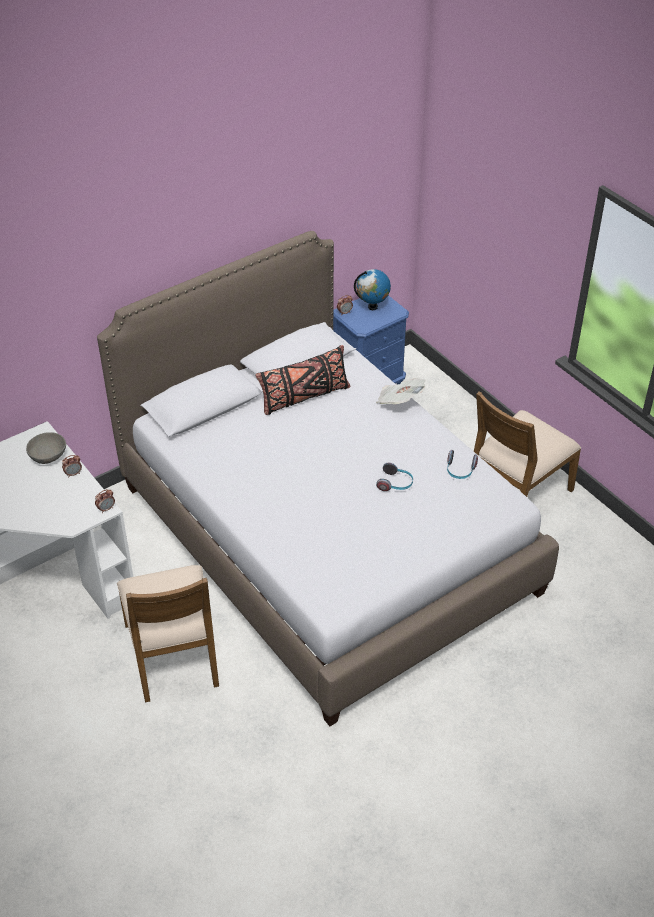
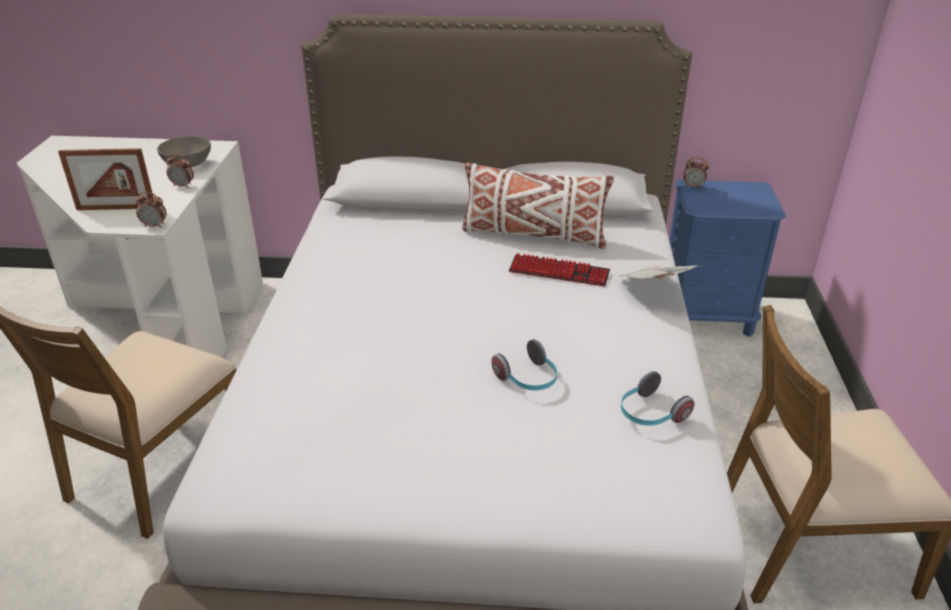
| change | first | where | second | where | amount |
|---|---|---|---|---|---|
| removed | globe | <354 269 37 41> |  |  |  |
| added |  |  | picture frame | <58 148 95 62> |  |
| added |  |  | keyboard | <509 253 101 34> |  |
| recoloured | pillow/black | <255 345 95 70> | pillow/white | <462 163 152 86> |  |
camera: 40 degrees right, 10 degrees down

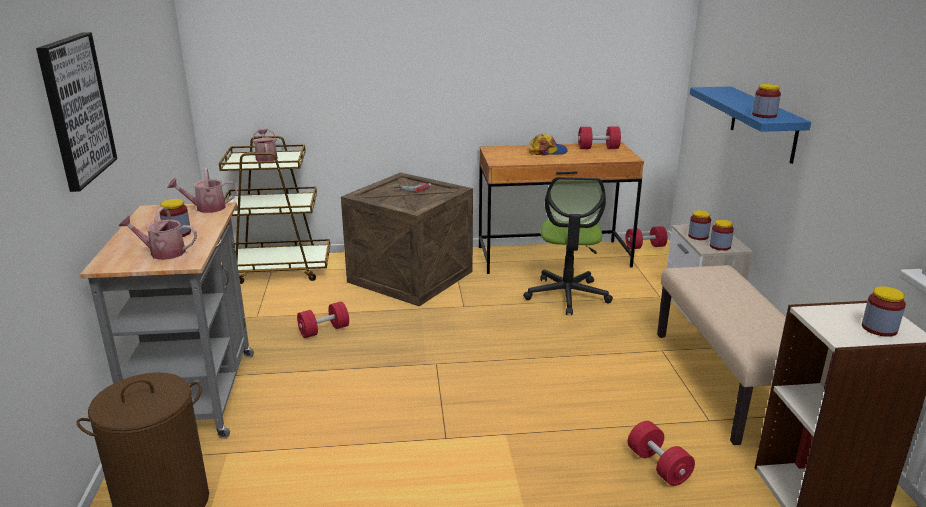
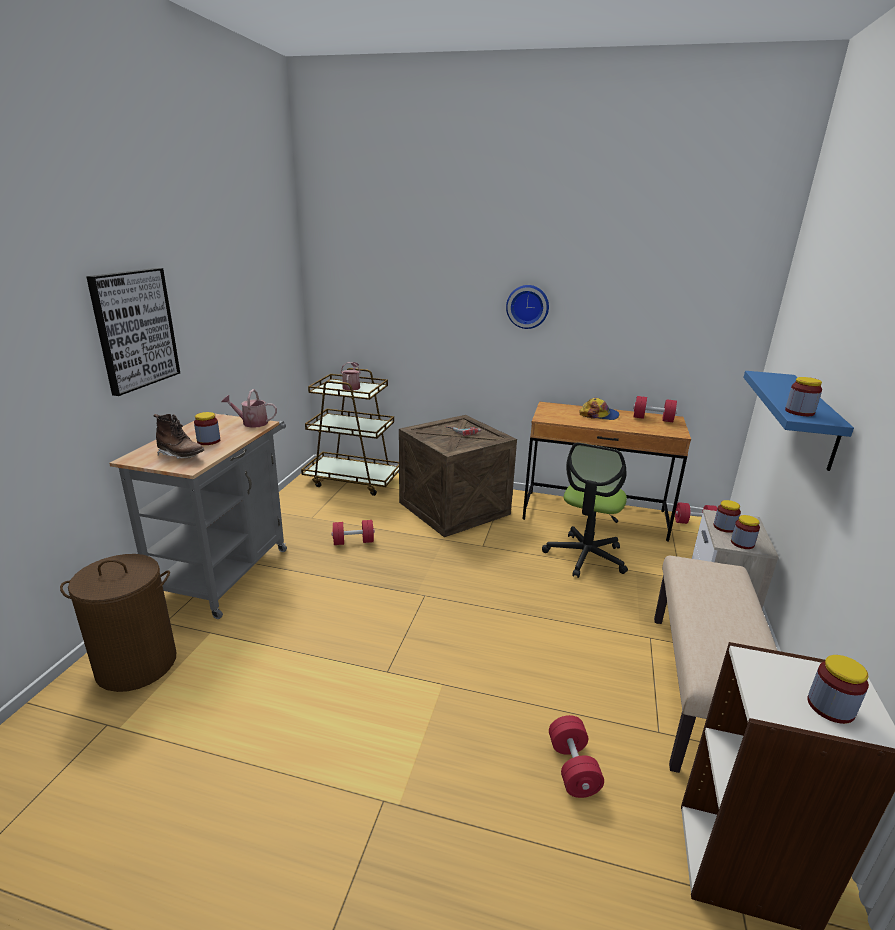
| change | first | where | second | where | amount |
|---|---|---|---|---|---|
| added |  |  | wall clock | <506 285 43 44> |  |
| replaced | watering can | <119 207 78 53> | boot/brown | <154 414 50 45> |  |
camera: 20 degrees right, 0 degrees up

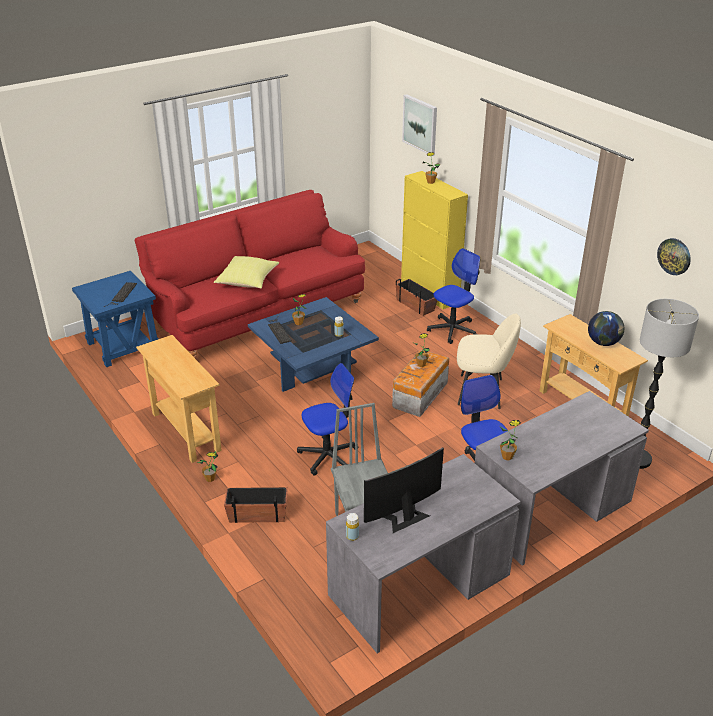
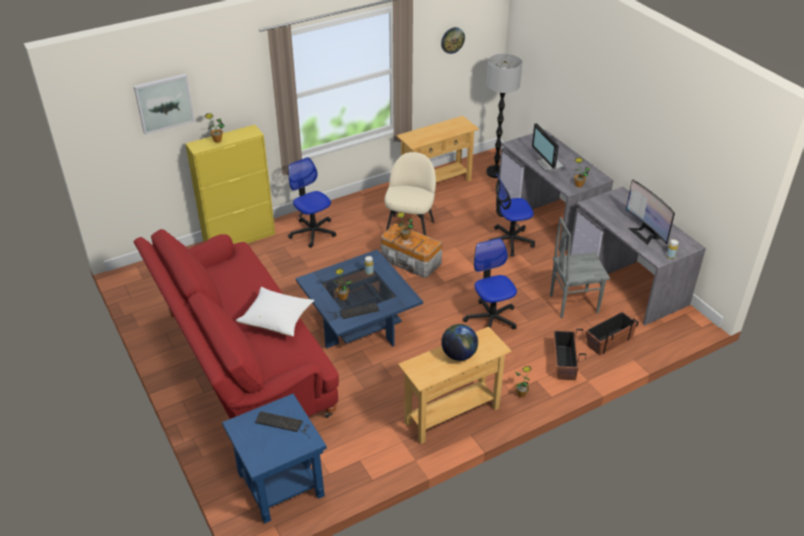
| change | first | where | second | where | amount |
|---|---|---|---|---|---|
| added |  |  | monitor | <532 123 32 49> |  |
| moved | planter | <396 279 42 37> |  | <586 312 52 44> |  |
| moved | globe | <588 311 36 35> |  | <441 324 37 37> |  |
| recoloured | pillow/yellow | <214 256 65 32> | pillow/white | <236 287 78 49> |  |
camera: 85 degrees left, 5 degrees up

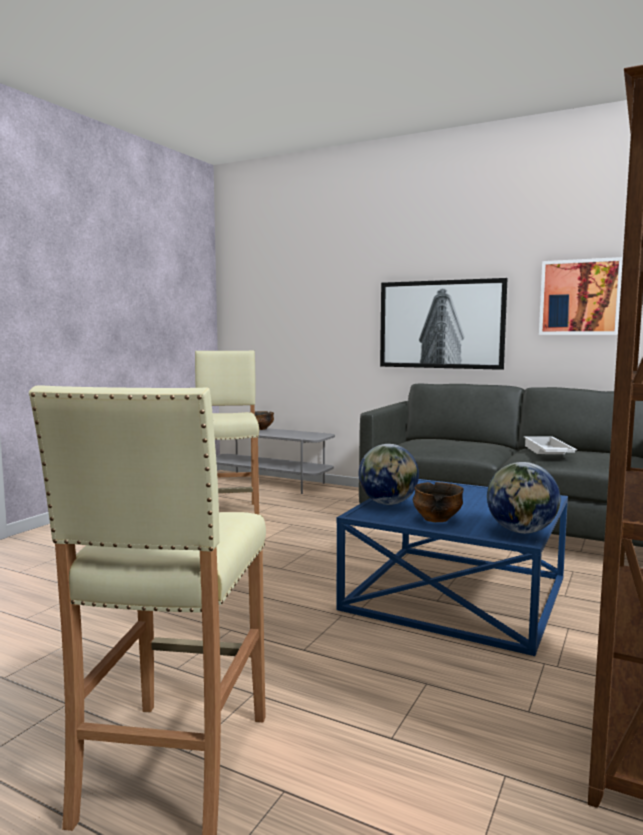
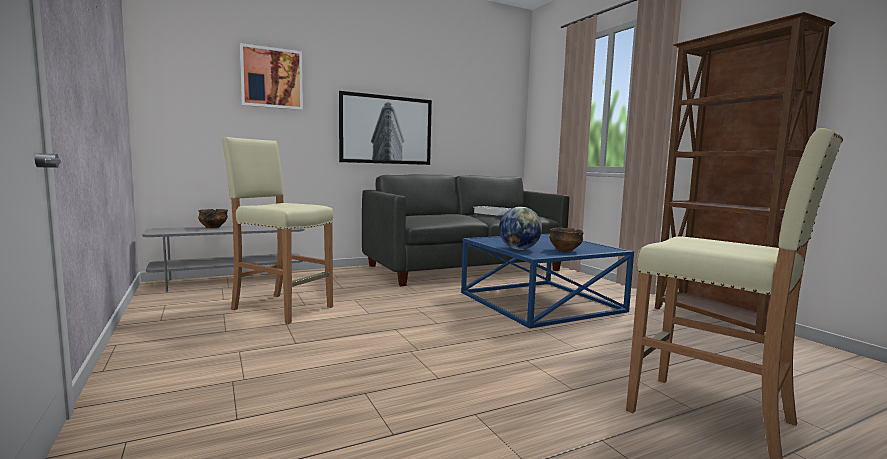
| change | first | where | second | where | amount |
|---|---|---|---|---|---|
| removed | globe | <487 462 73 71> |  |  |  |
| moved | picture | <539 257 84 78> |  | <240 43 63 67> |  |
camera: 55 degrees left, 0 degrees up

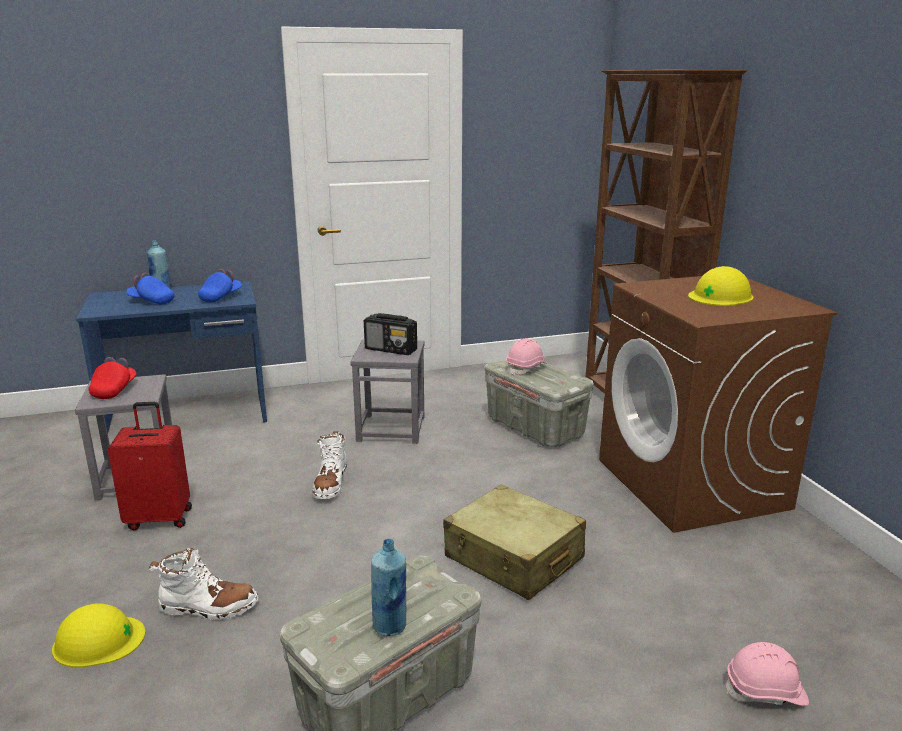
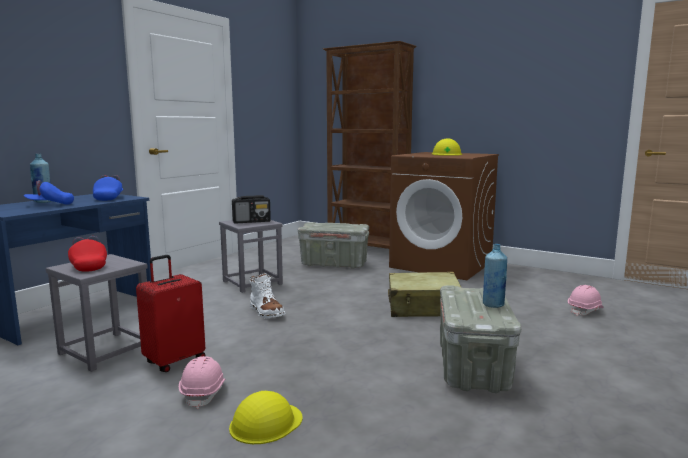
| change | first | where | second | where | amount |
|---|---|---|---|---|---|
| removed | boot/white | <149 548 110 72> |  |  |  |
| moved | hard hat/pink | <506 338 41 38> |  | <179 356 47 53> |  |
camera: 40 degrees left, 10 degrees down

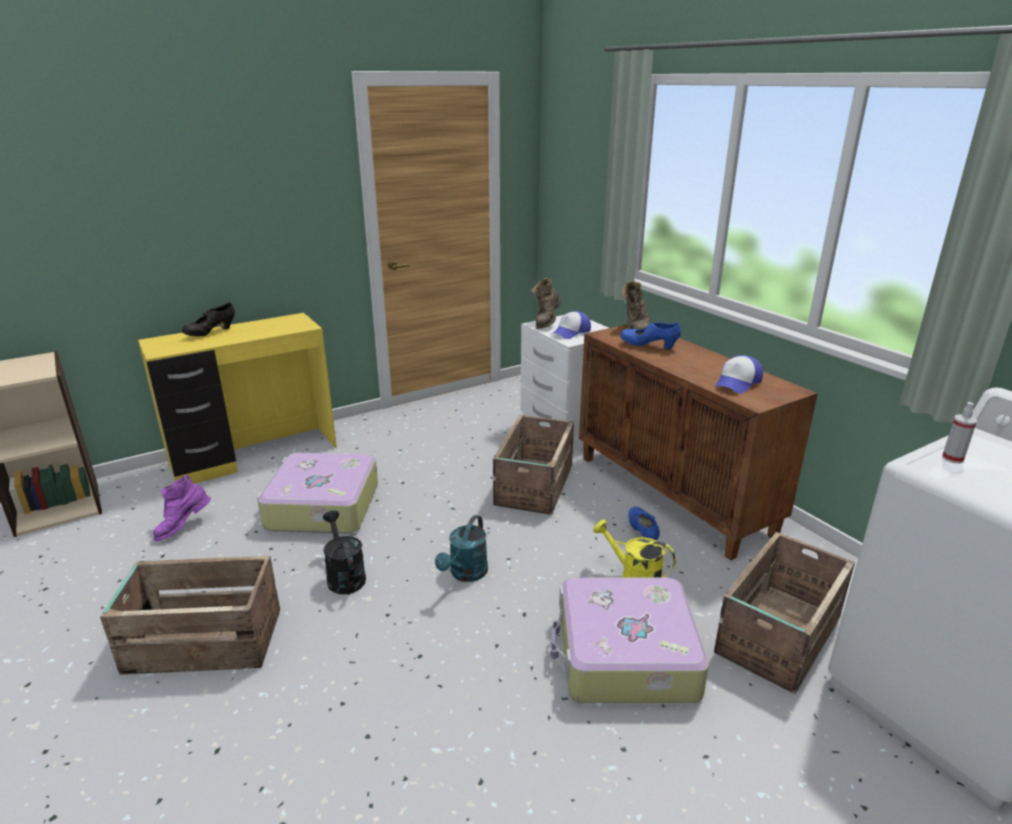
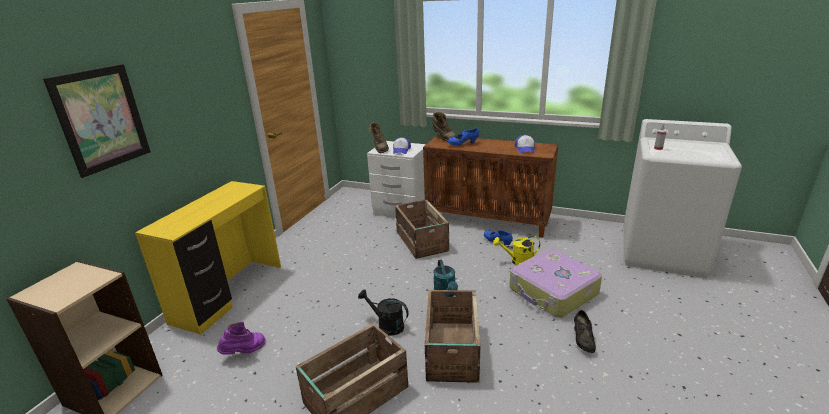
| change | first | where | second | where | amount |
|---|---|---|---|---|---|
| removed | suitcase | <257 453 121 80> |  |  |  |
| added |  |  | picture | <43 64 108 114> |  |
| moved | shoe/black | <182 303 53 33> |  | <574 310 22 43> |  |
| moved | crate | <714 532 141 162> |  | <425 290 55 93> |  |
| turned | boot/purple | <153 475 58 66> |  | <217 322 49 33> | 135 degrees counterclockwise |
camera: 35 degrees left, 0 degrees up

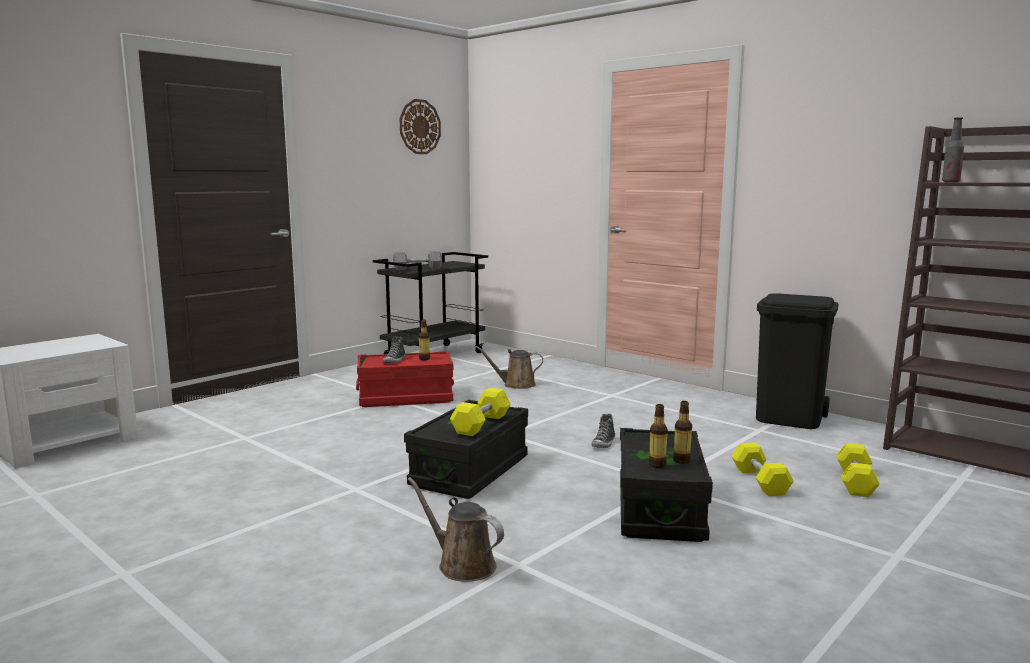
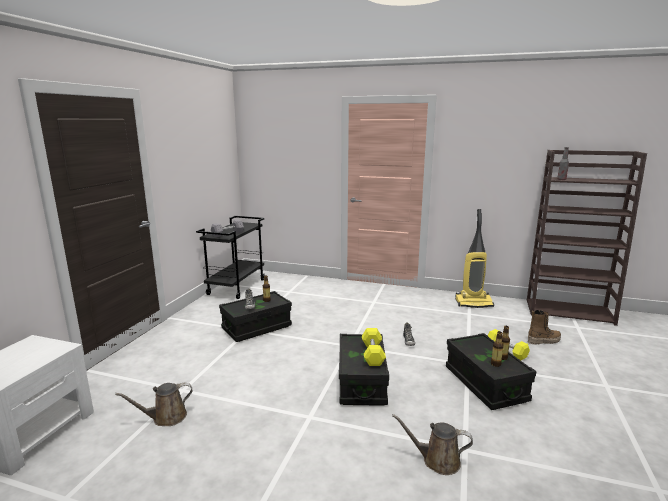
| change | first | where | second | where | amount |
|---|---|---|---|---|---|
| removed | wall clock | <399 99 42 55> |  |  |  |
| moved | watering can/brown | <475 346 68 43> |  | <115 383 78 43> |  |
| replaced | trash can/black | <756 293 83 136> | vacuum cleaner | <455 209 39 99> |  |
| replaced | dumbbell/yellow | <836 443 44 54> | boot | <528 310 33 35> |  |
| recoloured | storage box/red | <356 351 98 56> | storage box/black | <219 291 73 51> |  |
camera: 25 degrees left, 5 degrees up

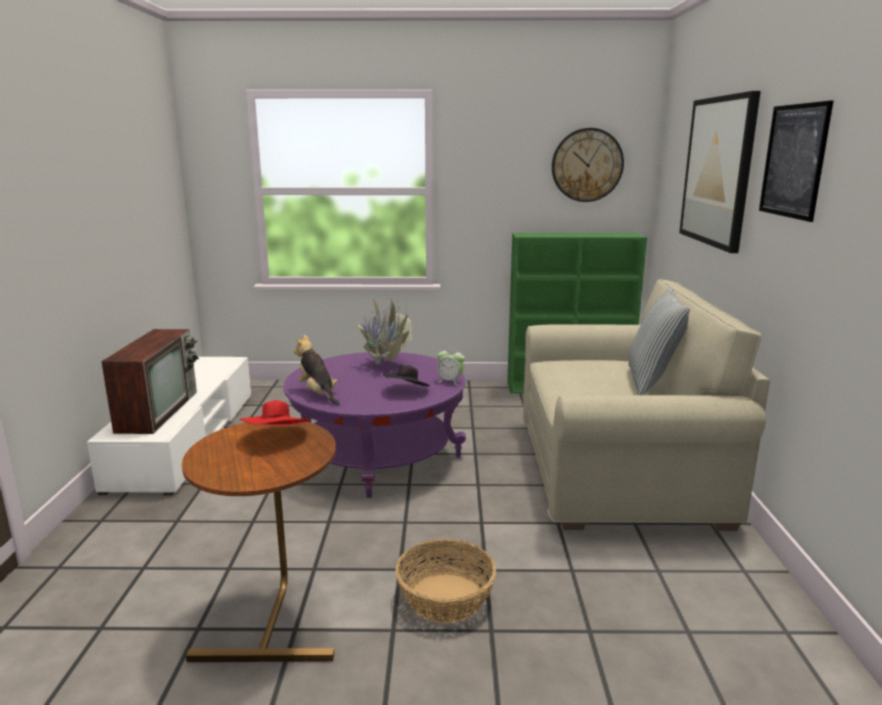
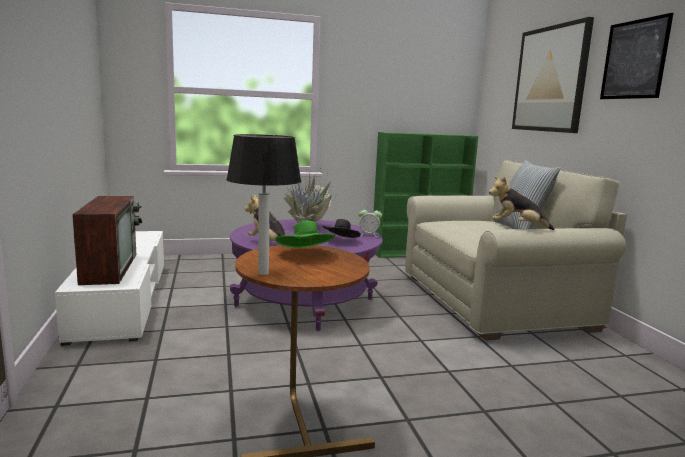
| change | first | where | second | where | amount |
|---|---|---|---|---|---|
| removed | basket | <395 539 101 84> |  |  |  |
| removed | wall clock | <552 128 72 74> |  |  |  |
| added |  |  | table lamp | <226 134 75 141> |  |
| added |  |  | plush toy | <489 176 66 54> |  |
| recoloured | hat/red | <240 400 69 25> | hat/green | <275 221 60 27> |  |
camera: 15 degrees left, 5 degrees down

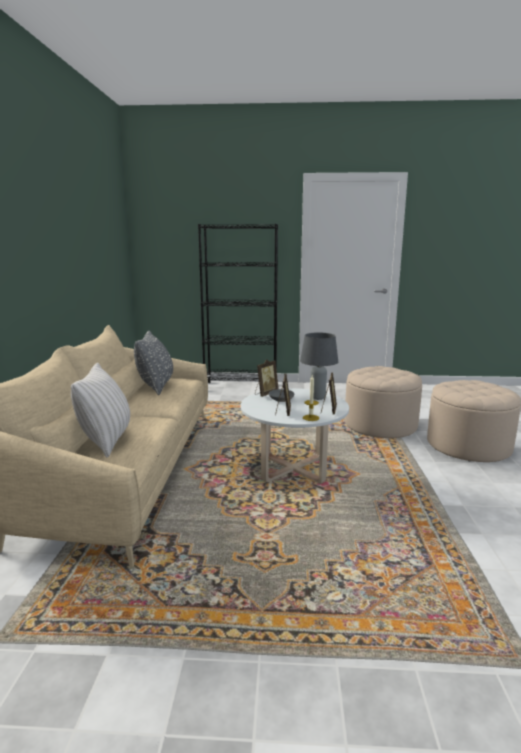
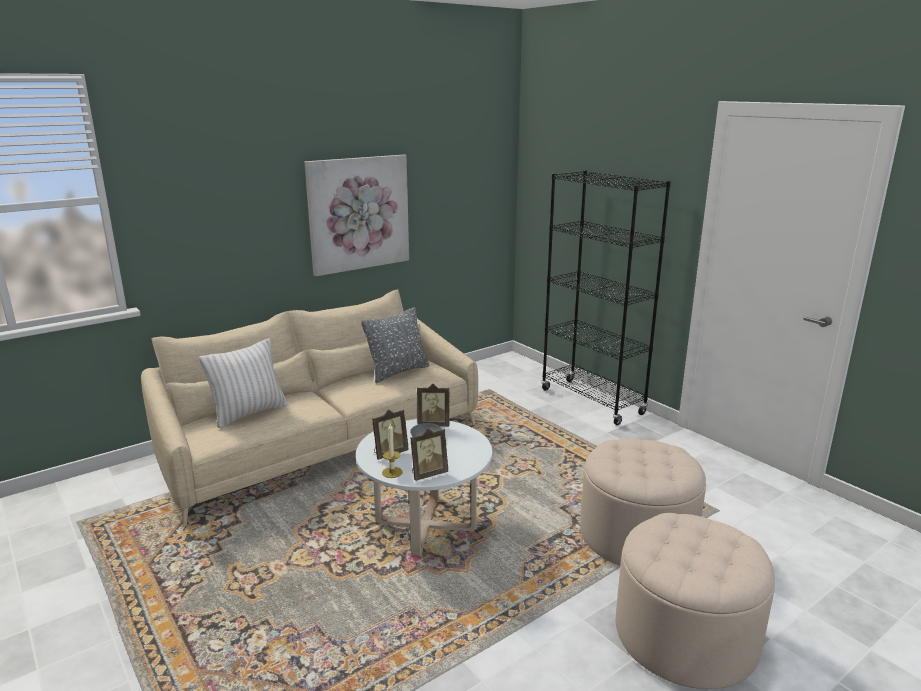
| change | first | where | second | where | amount |
|---|---|---|---|---|---|
| removed | table lamp/grey | <300 332 38 68> |  |  |  |
| added |  |  | picture | <305 155 104 121> |  |
camera: 50 degrees right, 5 degrees up

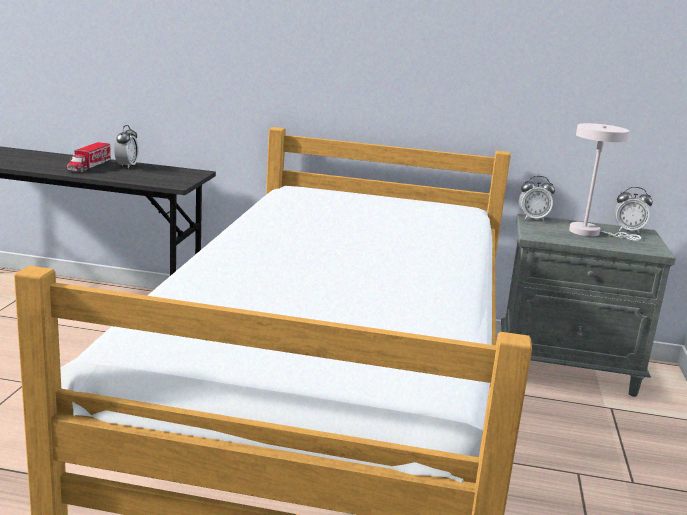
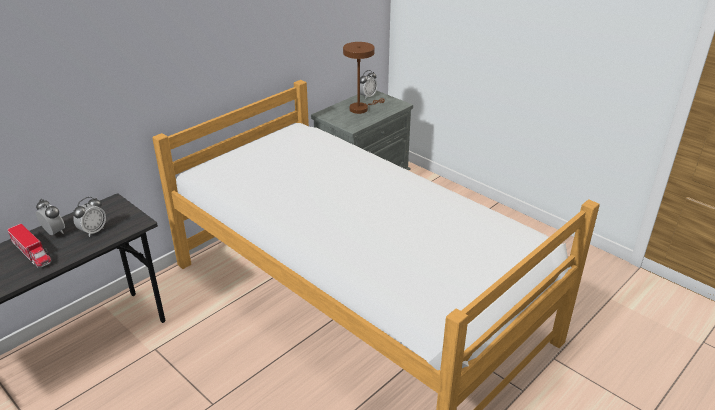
| change | first | where | second | where | amount |
|---|---|---|---|---|---|
| moved | alarm clock | <519 176 36 45> |  | <73 197 33 40> |  |
| recoloured | table lamp/white | <569 123 72 118> | table lamp/brown | <343 42 42 72> |  |
camera: 55 degrees left, 15 degrees up

